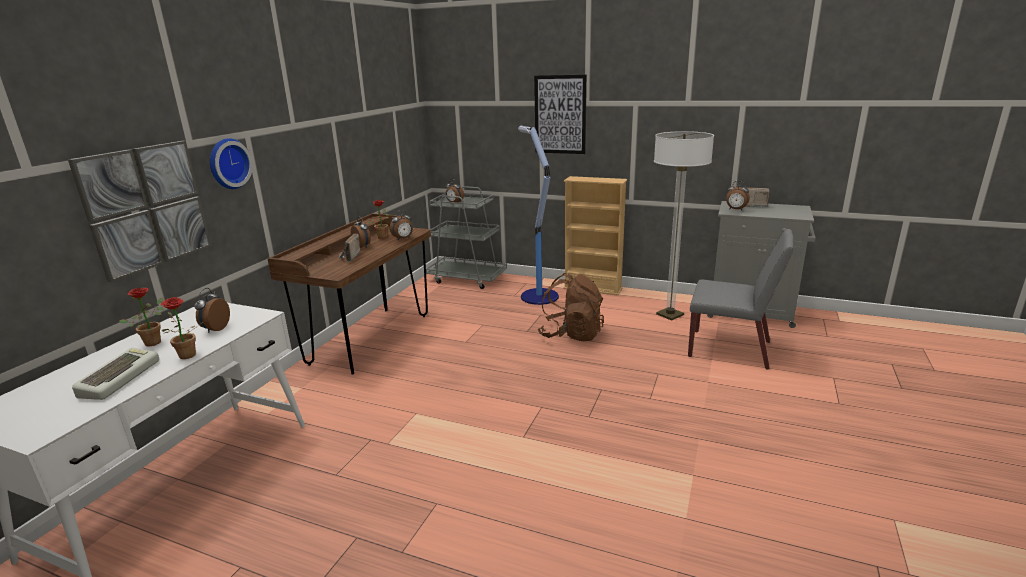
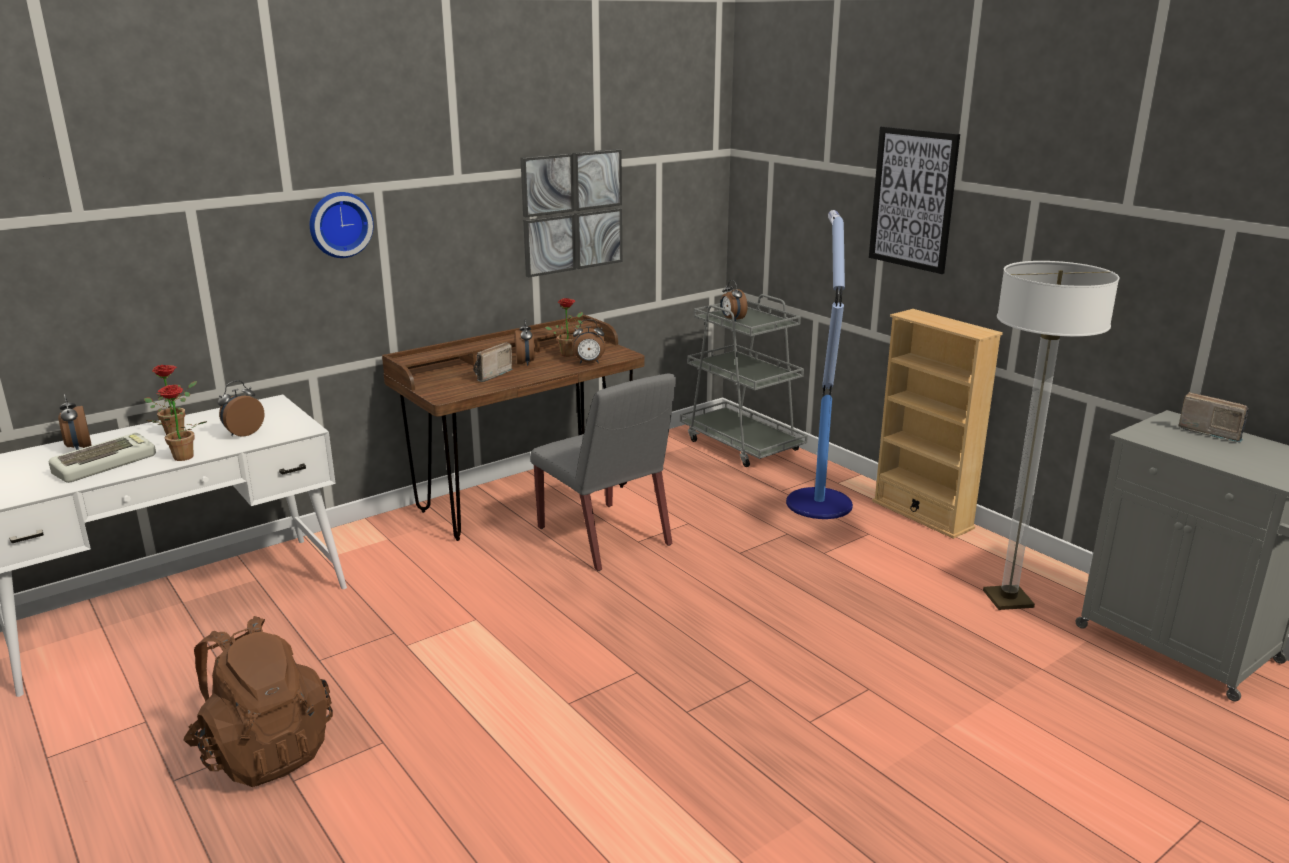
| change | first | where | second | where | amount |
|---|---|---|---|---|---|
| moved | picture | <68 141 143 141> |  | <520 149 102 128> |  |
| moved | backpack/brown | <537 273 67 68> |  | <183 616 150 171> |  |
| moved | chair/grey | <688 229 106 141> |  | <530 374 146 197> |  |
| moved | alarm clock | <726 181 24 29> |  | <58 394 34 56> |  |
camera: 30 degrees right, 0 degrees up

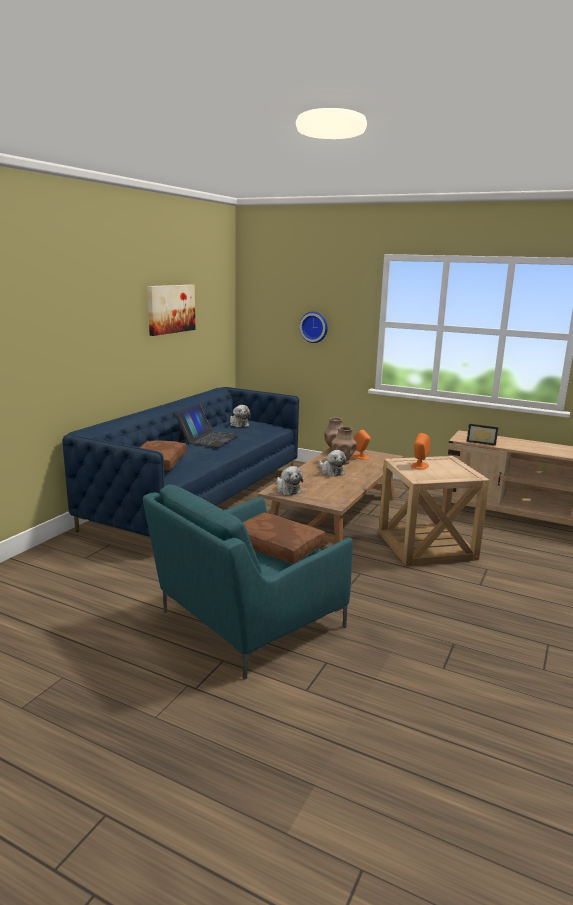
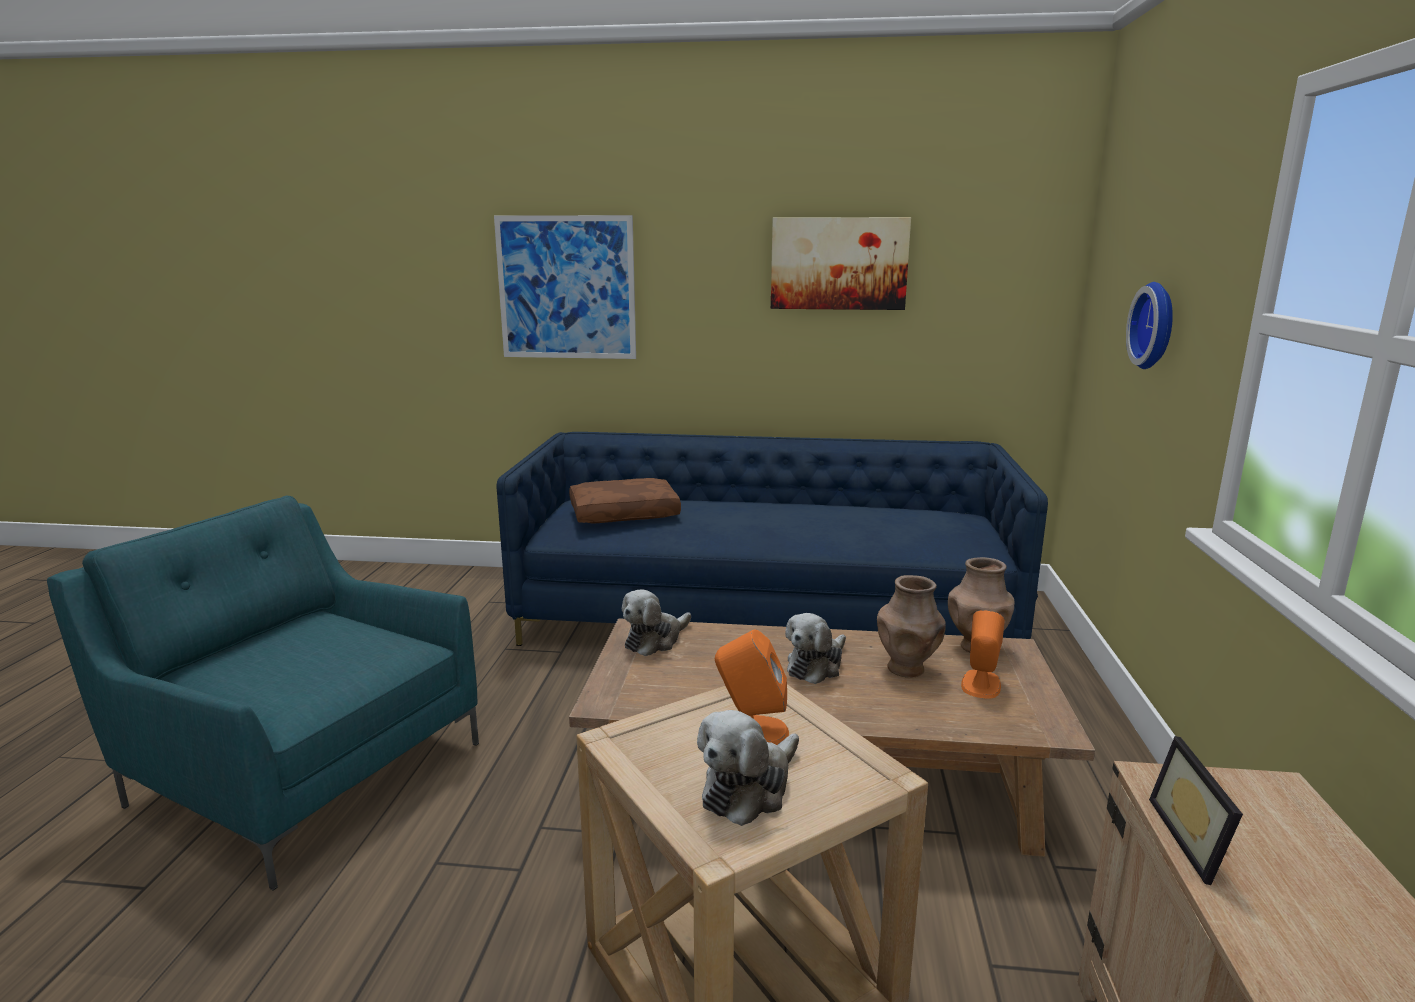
| change | first | where | second | where | amount |
|---|---|---|---|---|---|
| removed | laptop | <175 403 63 44> |  |  |  |
| removed | pillow/brown | <243 513 83 50> |  |  |  |
| added |  |  | picture | <494 215 142 144> |  |
| moved | plush toy | <230 405 21 23> |  | <697 710 102 116> |  |
camera: 70 degrees right, 0 degrees up

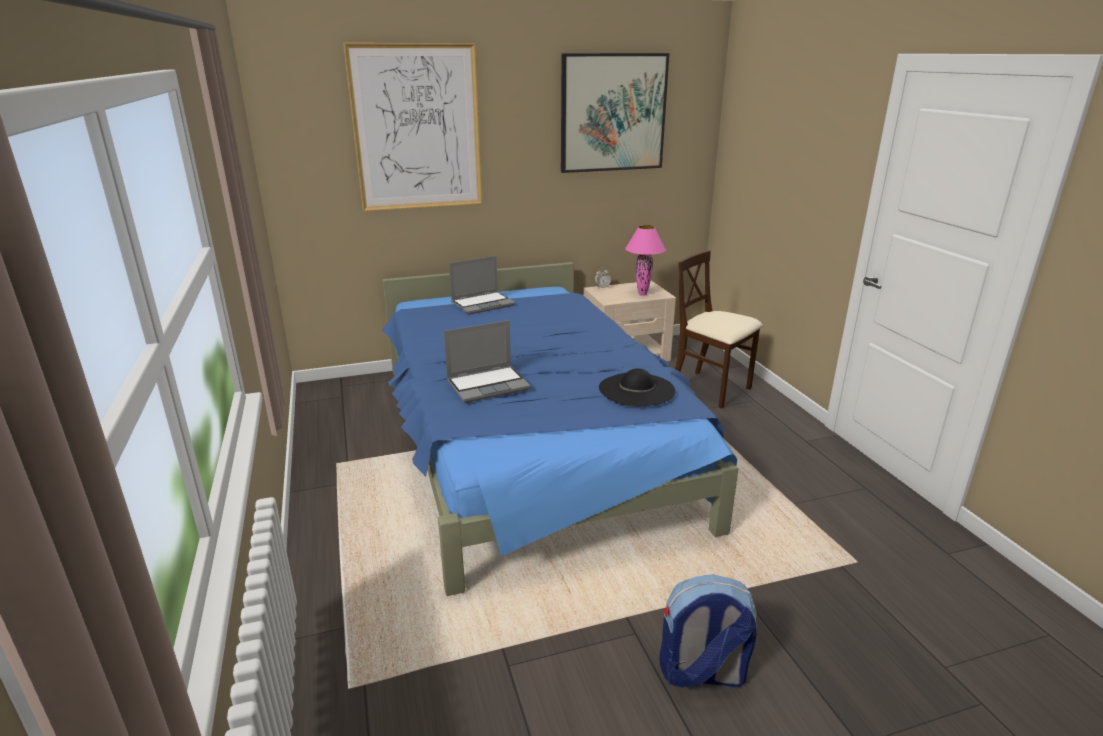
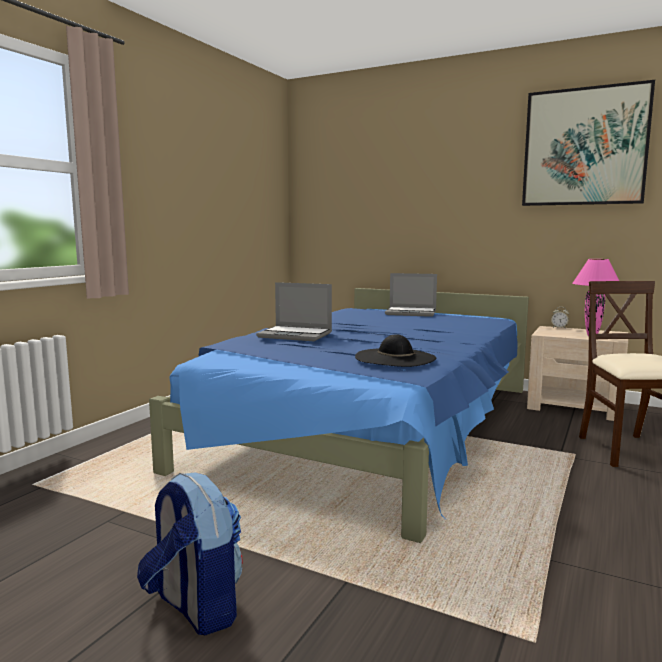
| change | first | where | second | where | amount |
|---|---|---|---|---|---|
| removed | picture | <343 43 139 169> |  |  |  |
camera: 45 degrees right, 15 degrees down

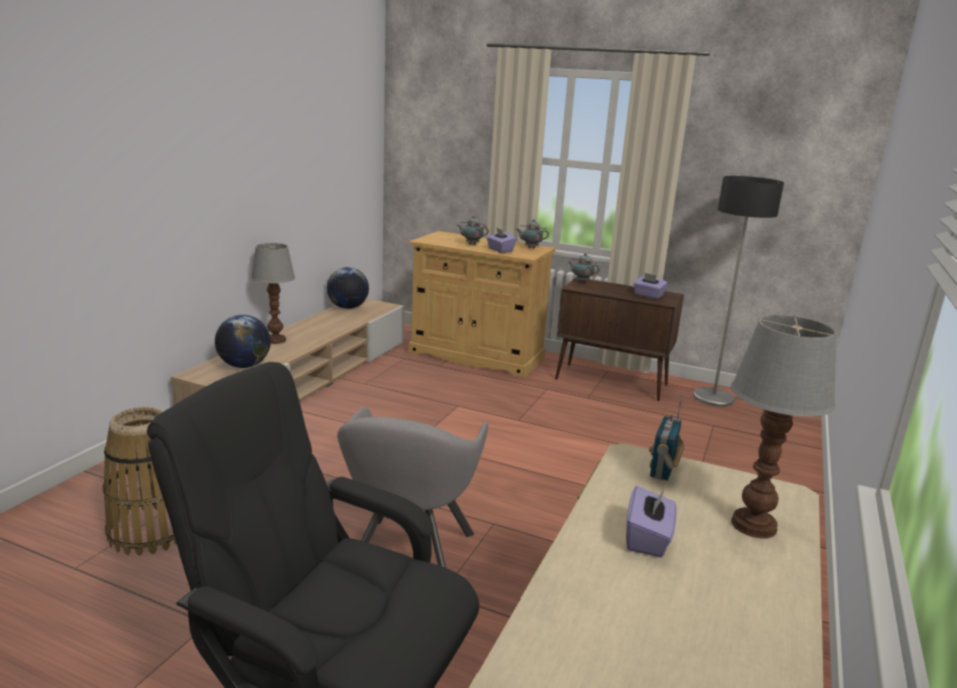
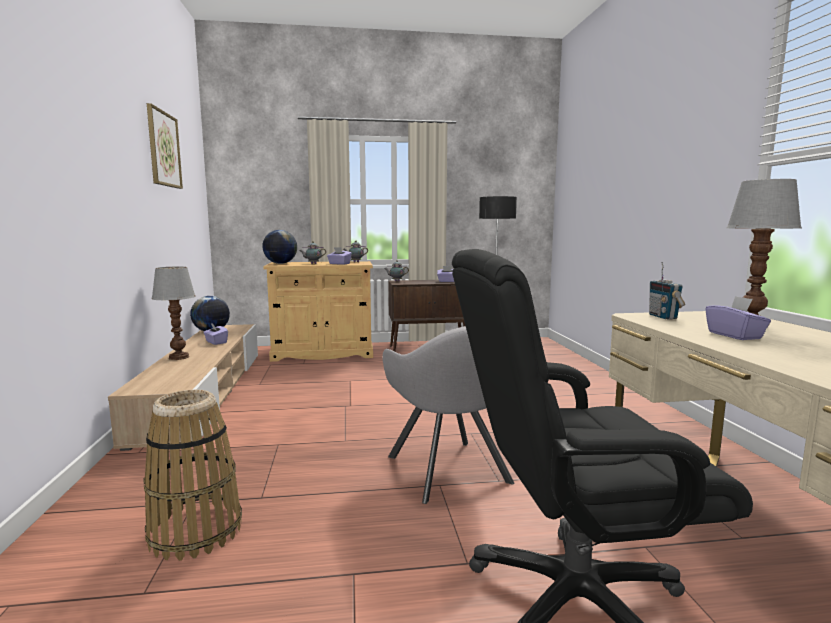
| change | first | where | second | where | amount |
|---|---|---|---|---|---|
| added |  |  | picture | <147 103 36 86> |  |
| added |  |  | tissue box/purple | <203 323 25 22> |  |
| moved | globe | <215 315 56 53> |  | <262 230 35 34> |  |
camera: 30 degrees left, 10 degrees down

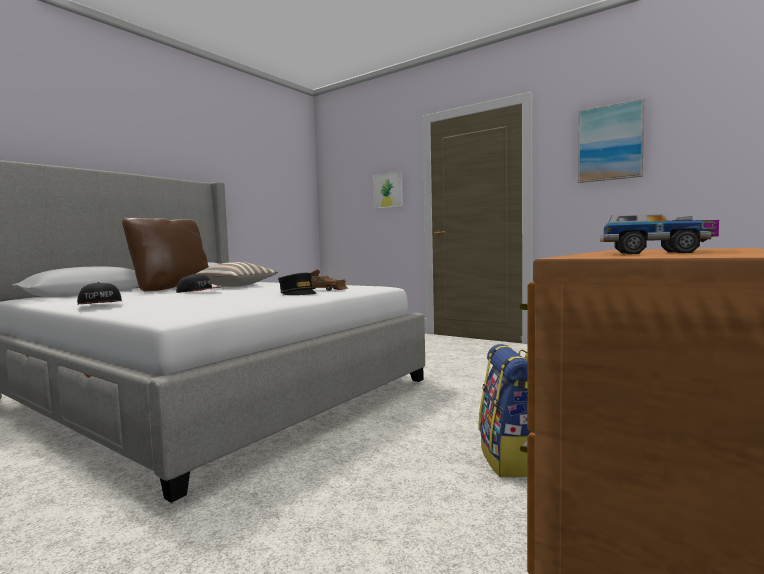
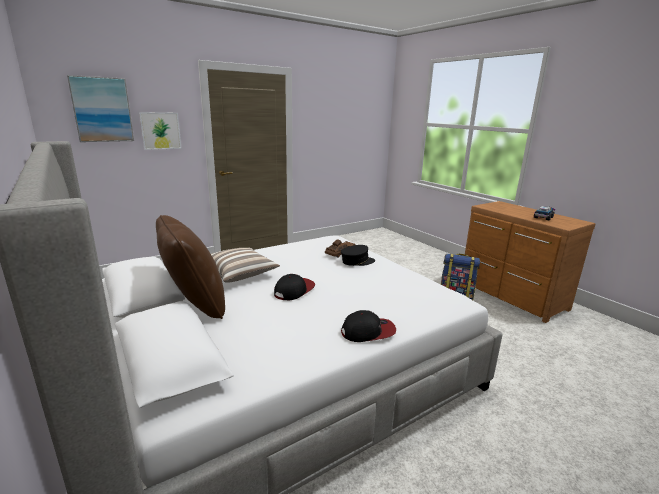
| change | first | where | second | where | amount |
|---|---|---|---|---|---|
| moved | picture | <578 98 66 85> |  | <67 75 67 67> |  |
camera: 70 degrees left, 15 degrees up

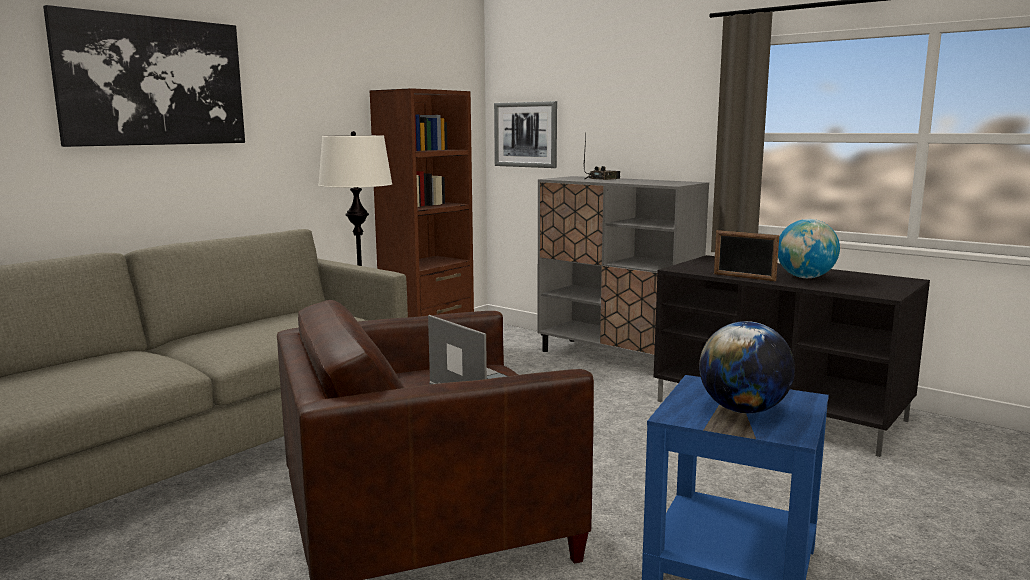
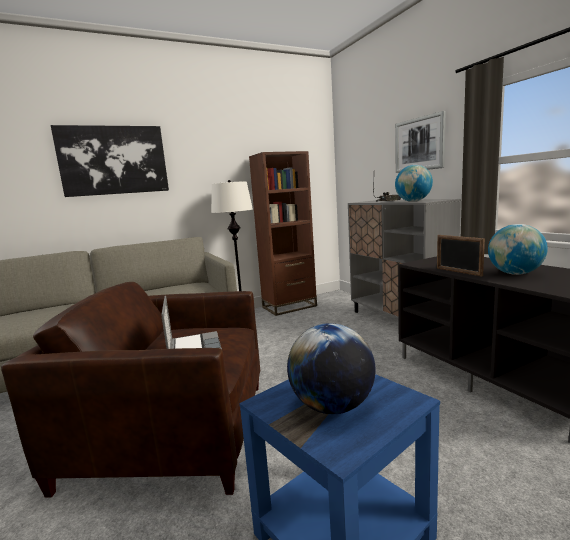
| change | first | where | second | where | amount |
|---|---|---|---|---|---|
| added |  |  | globe | <395 165 38 37> |  |
| moved | picture | <494 101 63 67> |  | <395 111 50 62> |  |
camera: 25 degrees right, 0 degrees up

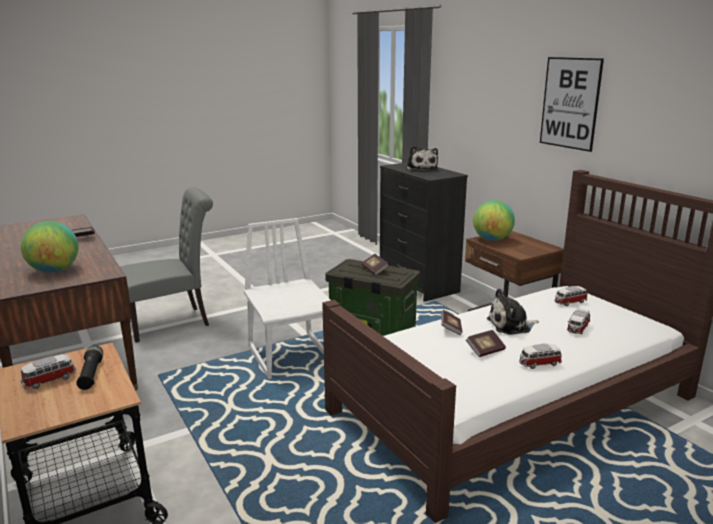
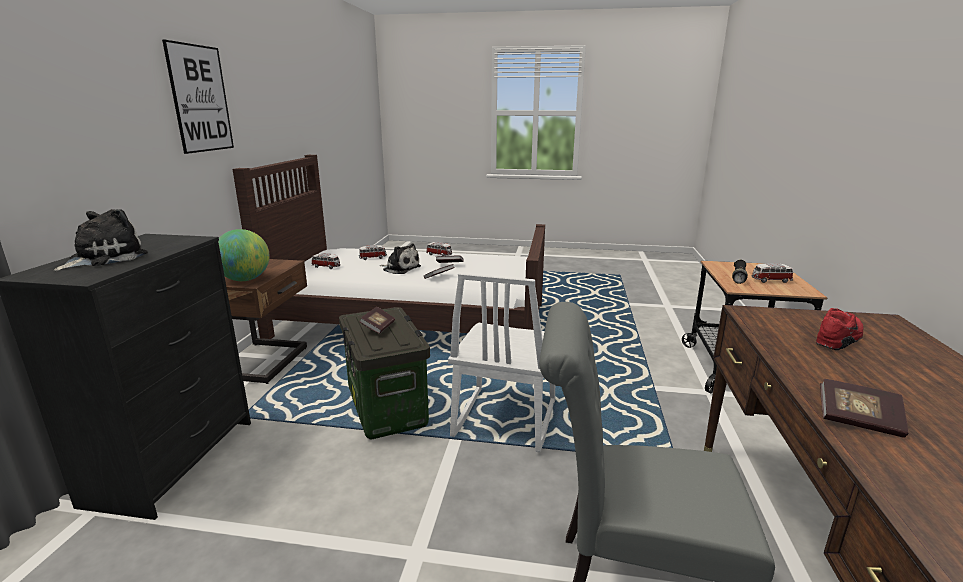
| change | first | where | second | where | amount |
|---|---|---|---|---|---|
| replaced | globe | <21 221 58 52> | shoe/red | <816 308 47 42> |  |
camera: 140 degrees left, 0 degrees up

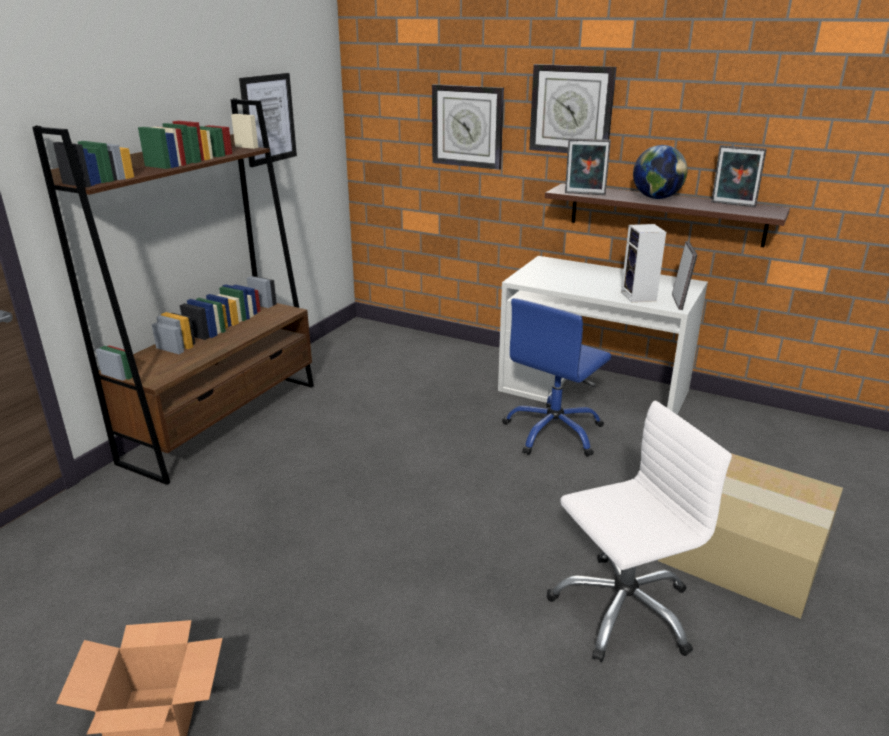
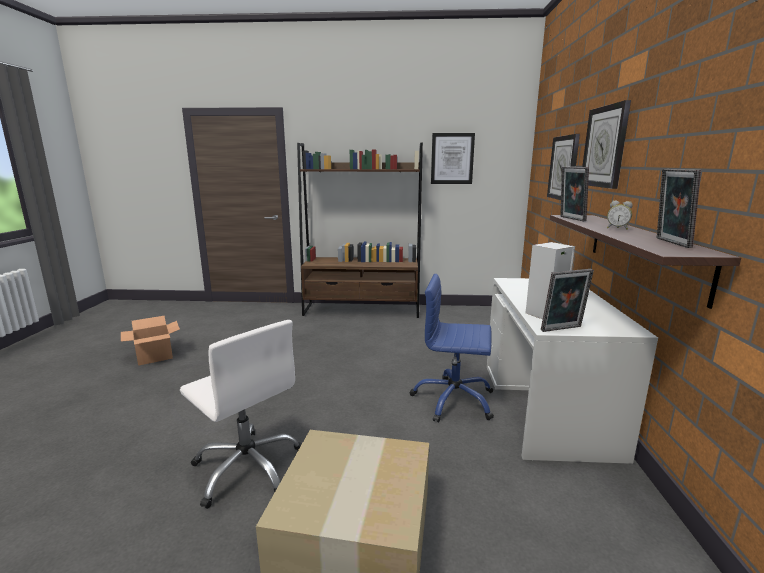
| change | first | where | second | where | amount |
|---|---|---|---|---|---|
| replaced | globe | <633 145 54 54> | alarm clock | <607 201 26 29> |  |
camera: 65 degrees right, 10 degrees down

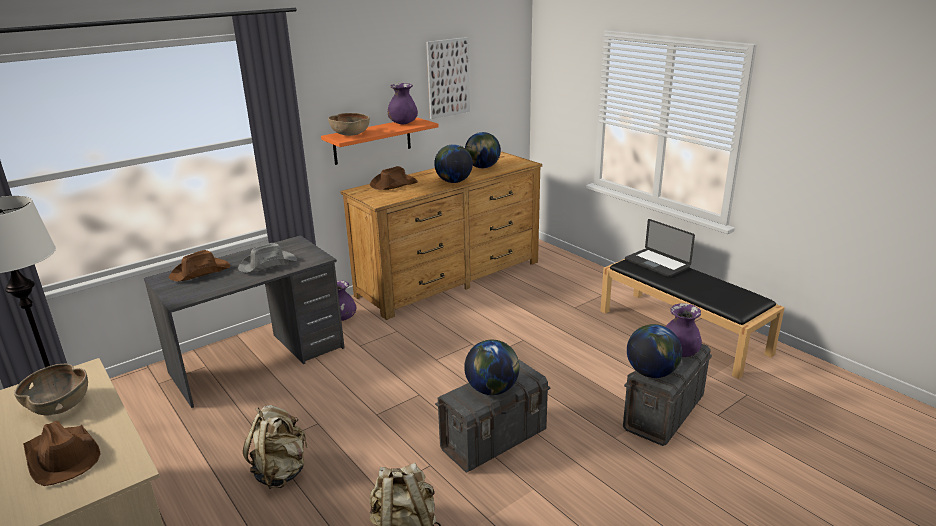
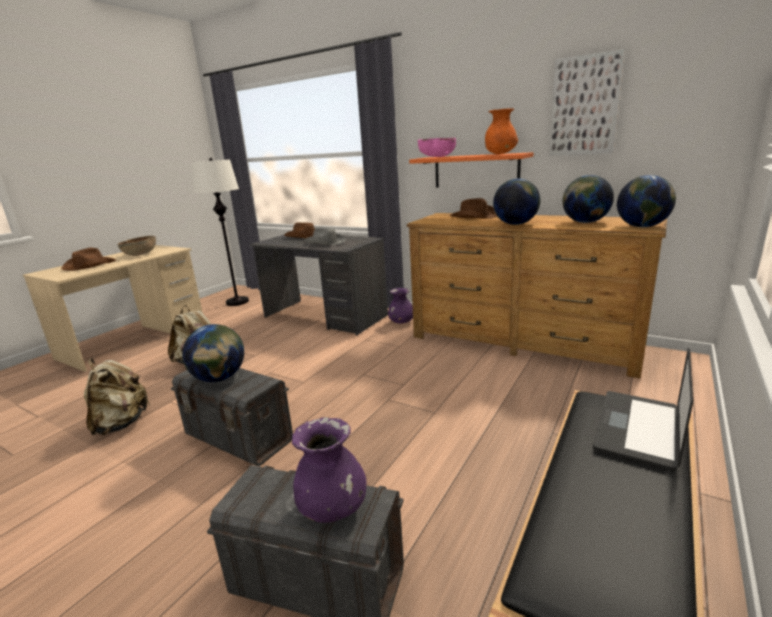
| change | first | where | second | where | amount |
|---|---|---|---|---|---|
| moved | globe | <627 324 55 54> |  | <617 175 59 52> |  |
| recoloured | bowl/brown | <328 113 42 23> | bowl/pink | <418 138 38 19> |  |
| recoloured | vase/purple | <388 83 30 41> | vase/orange | <485 108 33 46> |  |
camera: 70 degrees right, 5 degrees down

